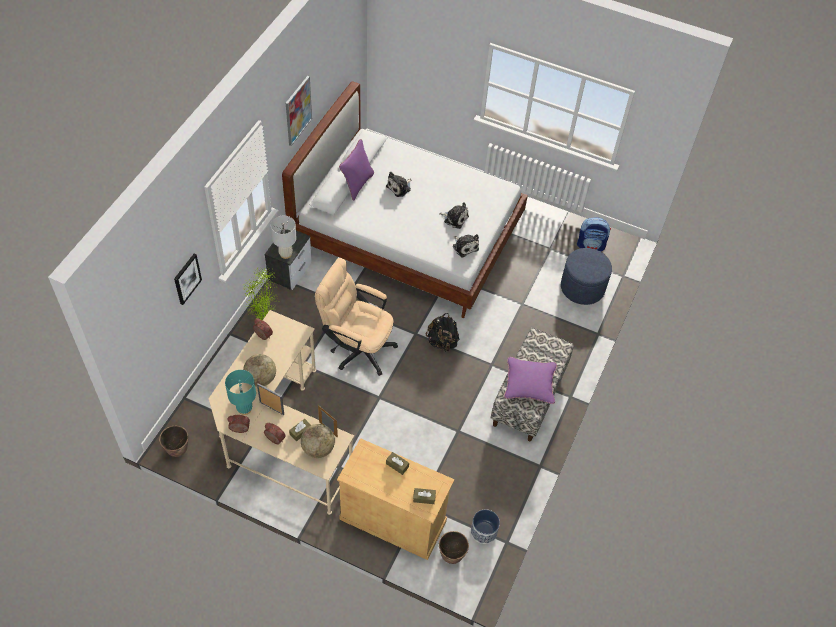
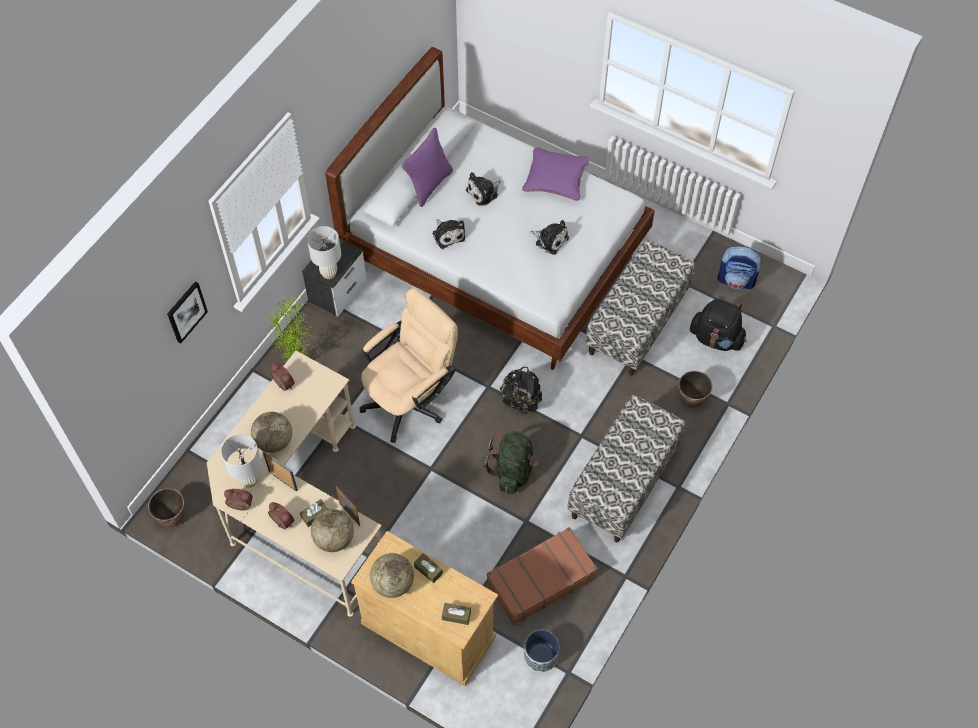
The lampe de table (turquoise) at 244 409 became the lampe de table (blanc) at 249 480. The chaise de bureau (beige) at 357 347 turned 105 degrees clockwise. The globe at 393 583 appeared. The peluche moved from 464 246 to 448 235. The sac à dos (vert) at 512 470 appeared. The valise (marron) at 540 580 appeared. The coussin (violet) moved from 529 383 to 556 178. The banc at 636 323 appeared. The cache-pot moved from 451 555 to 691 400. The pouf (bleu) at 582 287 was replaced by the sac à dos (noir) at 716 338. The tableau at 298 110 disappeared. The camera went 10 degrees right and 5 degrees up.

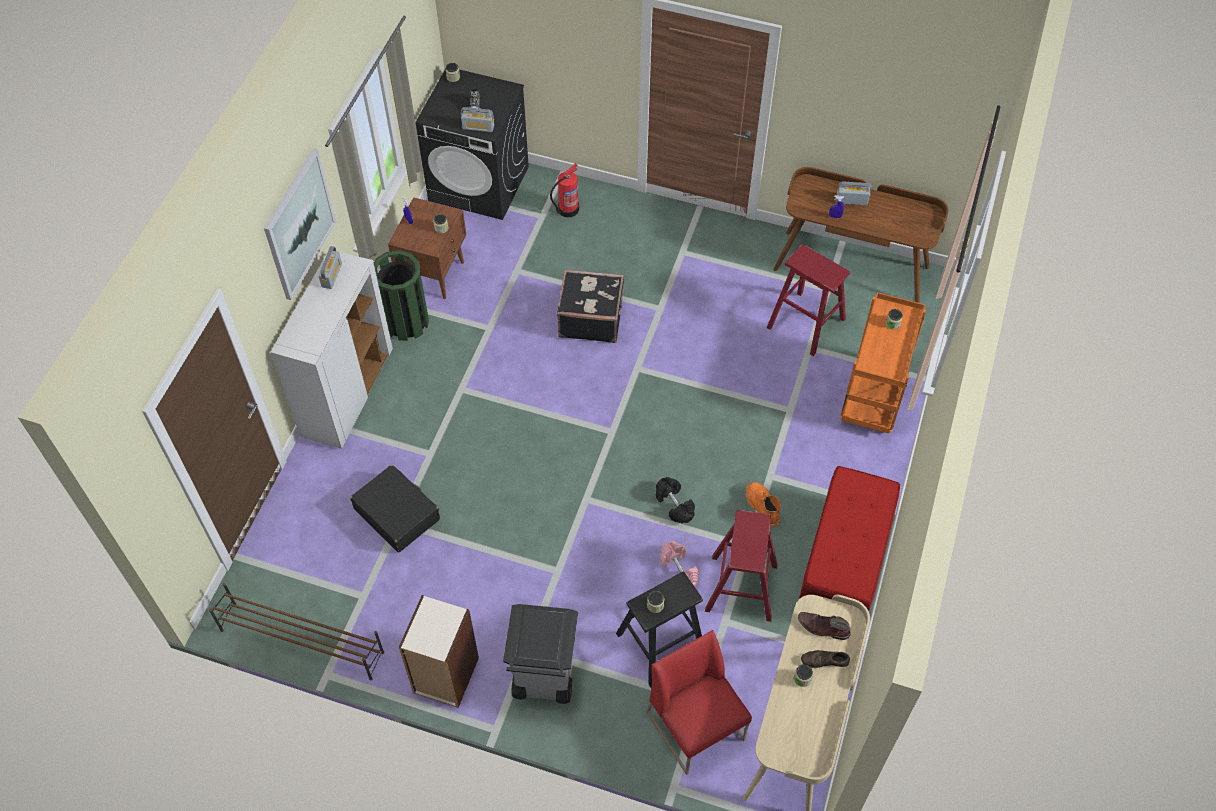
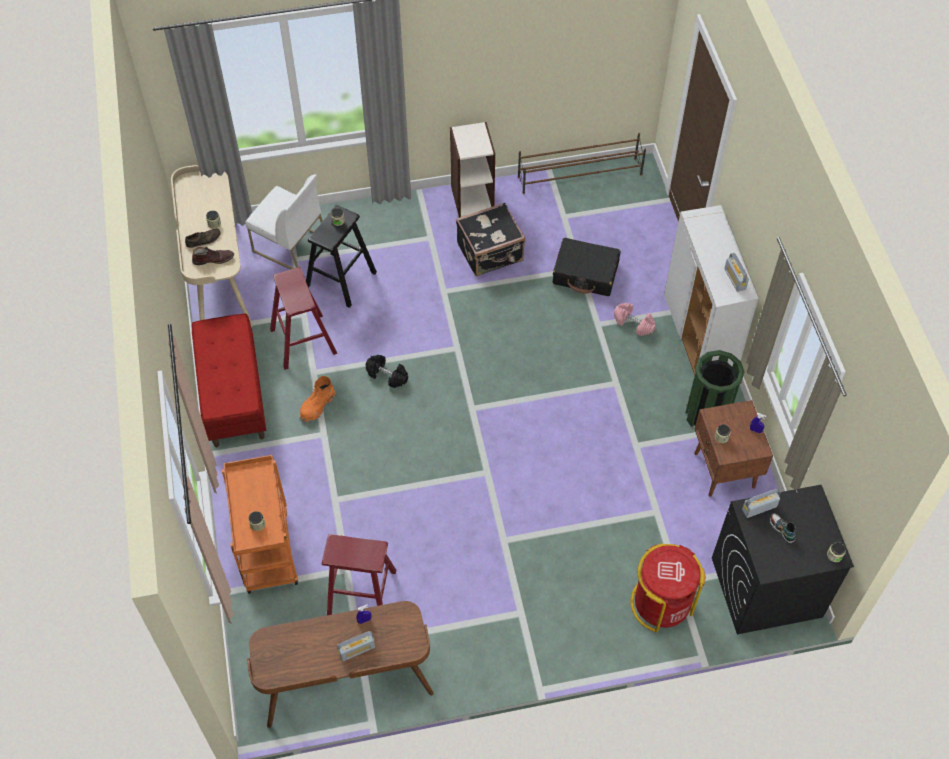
The chaise (rouge) at 696 726 became the chaise (blanc) at 289 245. The botte (orange) at 762 507 turned 90 degrees clockwise. The valise (noir) moved from 590 318 to 491 253. The haltère (rose) moved from 678 570 to 634 324. The extincteur at 567 209 was replaced by the poubelle (rouge) at 661 603. The tableau at 299 224 disappeared. The poubelle (gris) at 543 679 disappeared. The camera went 150 degrees right and 0 degrees up.

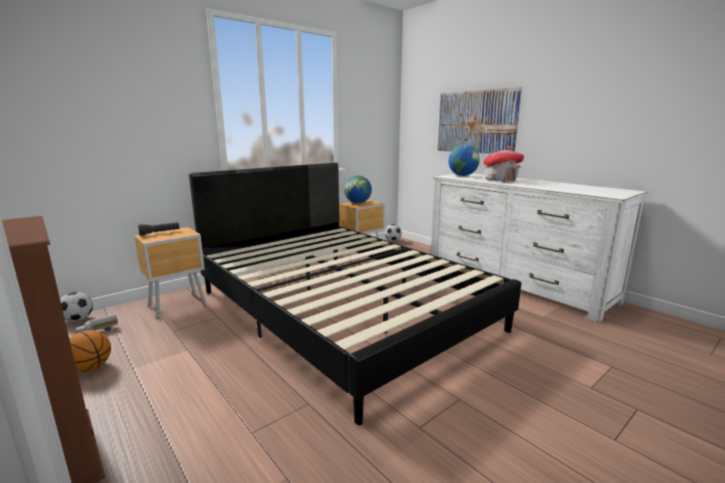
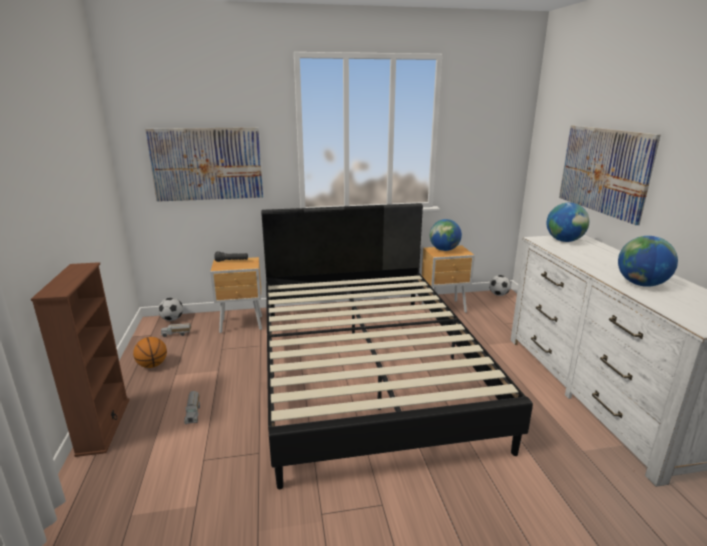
The tableau at 207 164 appeared. The camion jouet at 193 413 appeared. The globe at 641 284 appeared. The maison miniature at 500 180 disappeared. The camera went 30 degrees right and 5 degrees up.

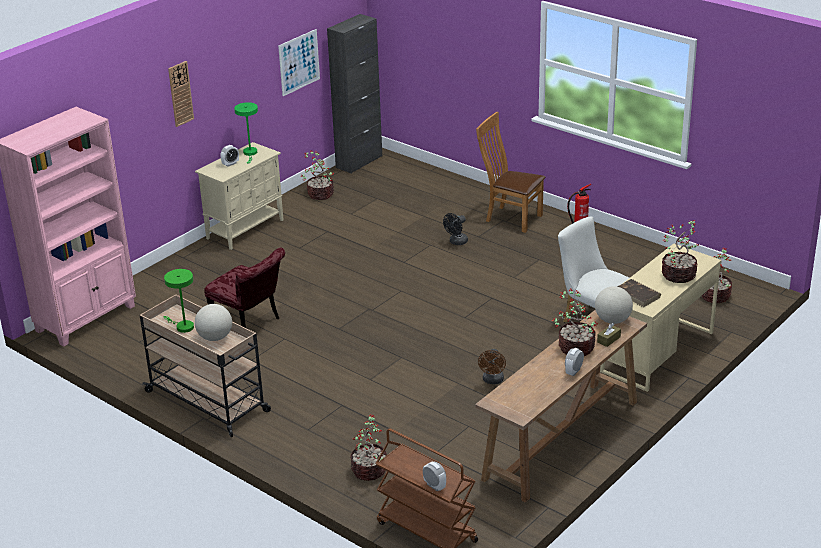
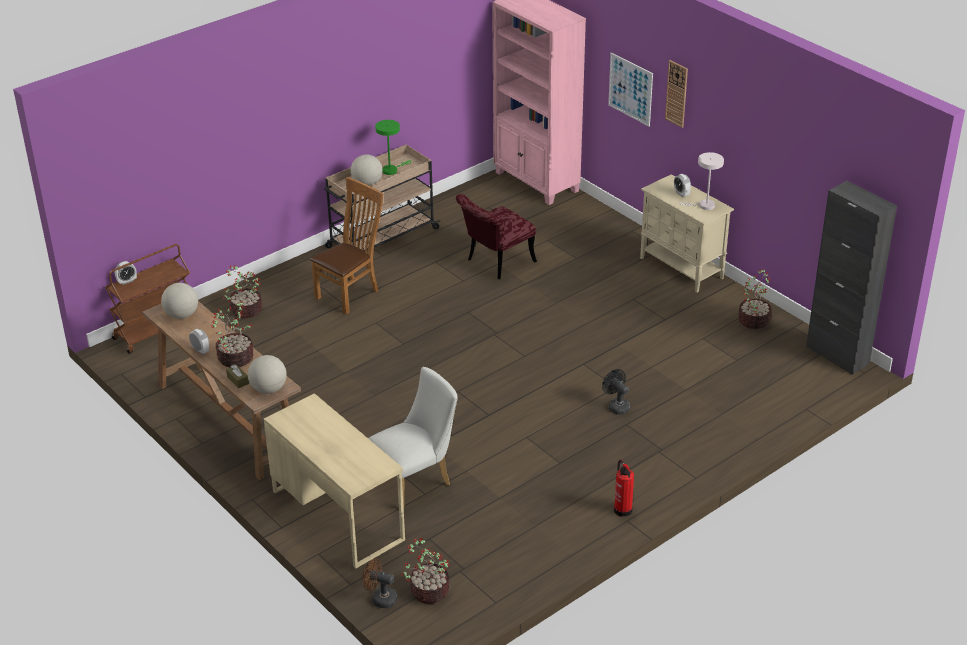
The globe at 181 315 appeared. The chaise (marron) moved from 510 218 to 350 293. The ventilateur (marron) moved from 492 381 to 380 598. The tableau moved from 299 62 to 630 89. The lampe de table (vert) at 250 153 became the lampe de table (blanc) at 703 206. The livre (marron) at 638 295 disappeared. The plante en pot at 679 275 disappeared. The camera went 100 degrees right and 5 degrees up.

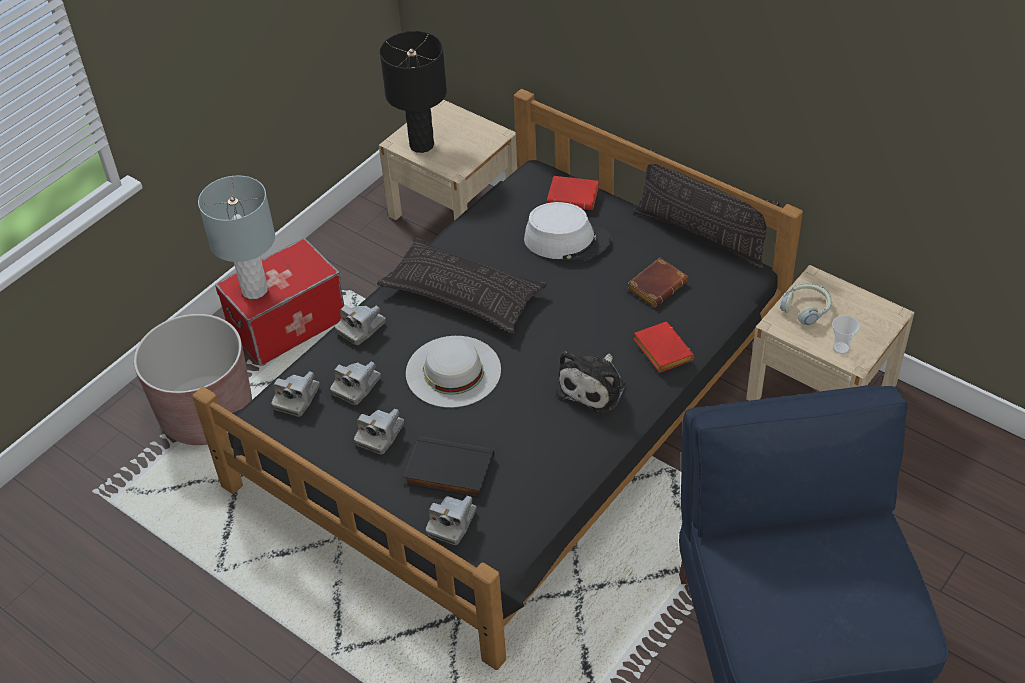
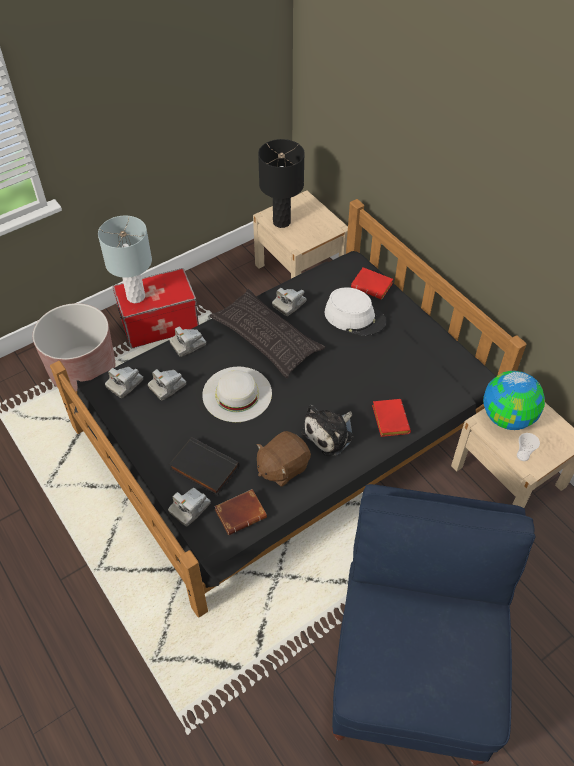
The livre (marron) moved from 657 285 to 241 512. The peluche (marron) at 282 467 appeared. The appareil photo moved from 380 435 to 289 304. The casque audio at 806 308 was replaced by the globe at 508 417. The coussin at 701 234 disappeared. The camera went 15 degrees right and 5 degrees up.

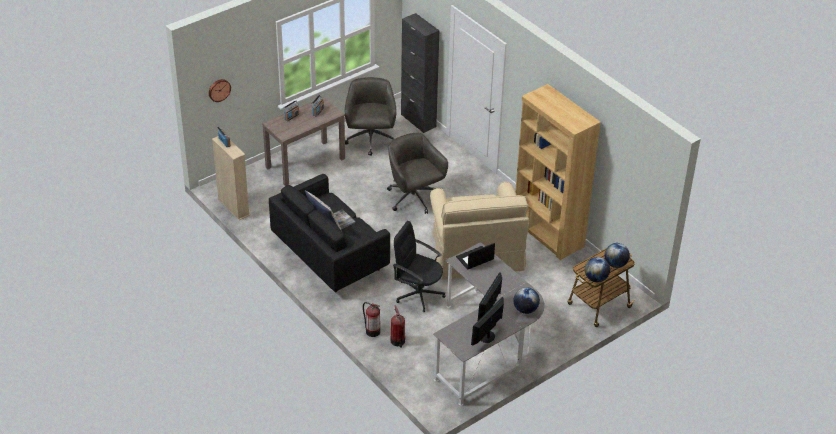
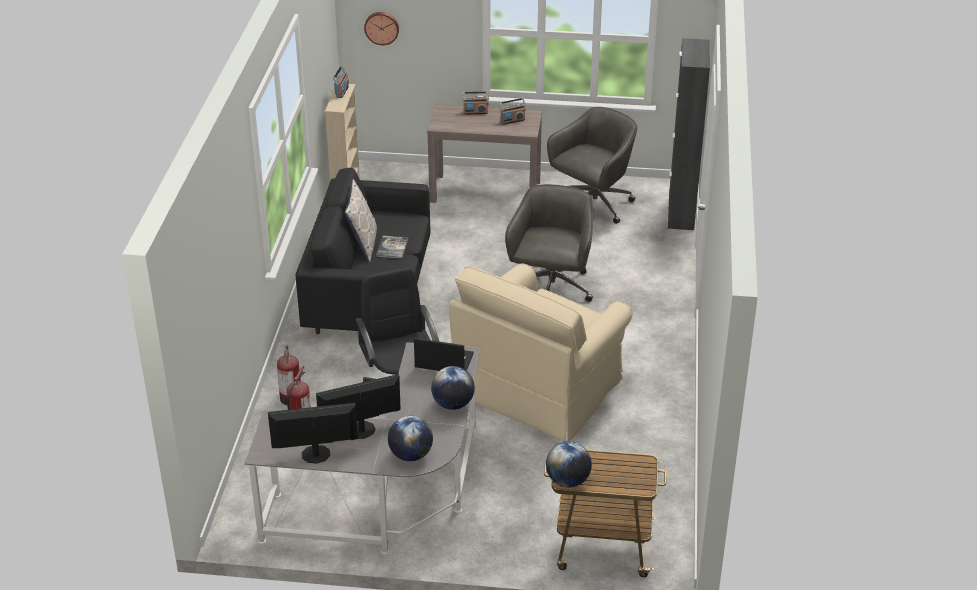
The globe moved from 615 264 to 453 404. The bibliothèque (marron) at 548 233 disappeared. The camera went 45 degrees right and 5 degrees down.

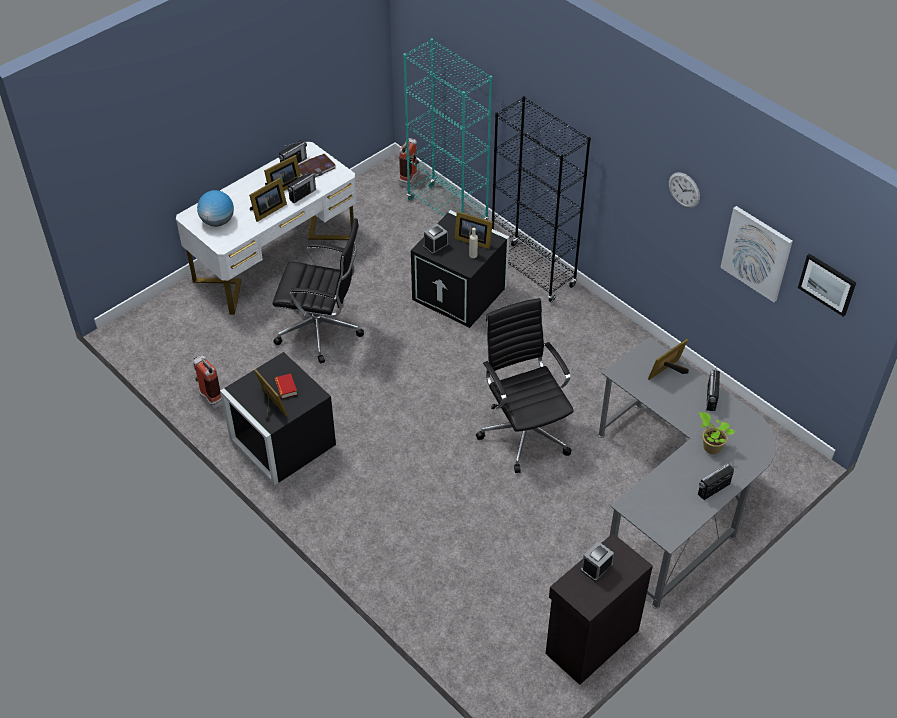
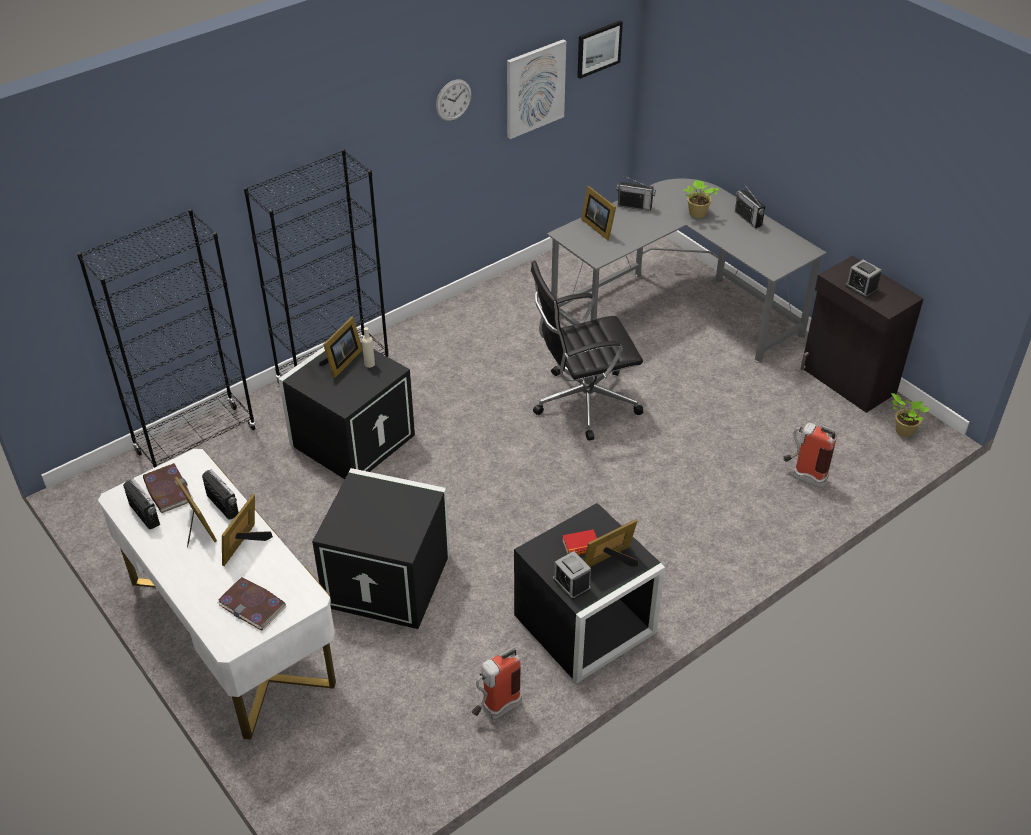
The bibliothèque (turquoise) at 447 212 became the bibliothèque (noir) at 196 441. The globe at 218 221 was replaced by the livre at 252 605. The cadre photo at 267 211 turned 120 degrees counterclockwise. The chaise de bureau (noir) at 322 330 was replaced by the boîte de rangement (noir) at 389 579. The réveil moved from 435 246 to 571 584. The extincteur moved from 410 178 to 803 476. The plante en pot at 902 430 appeared. The camera went 85 degrees left and 5 degrees down.

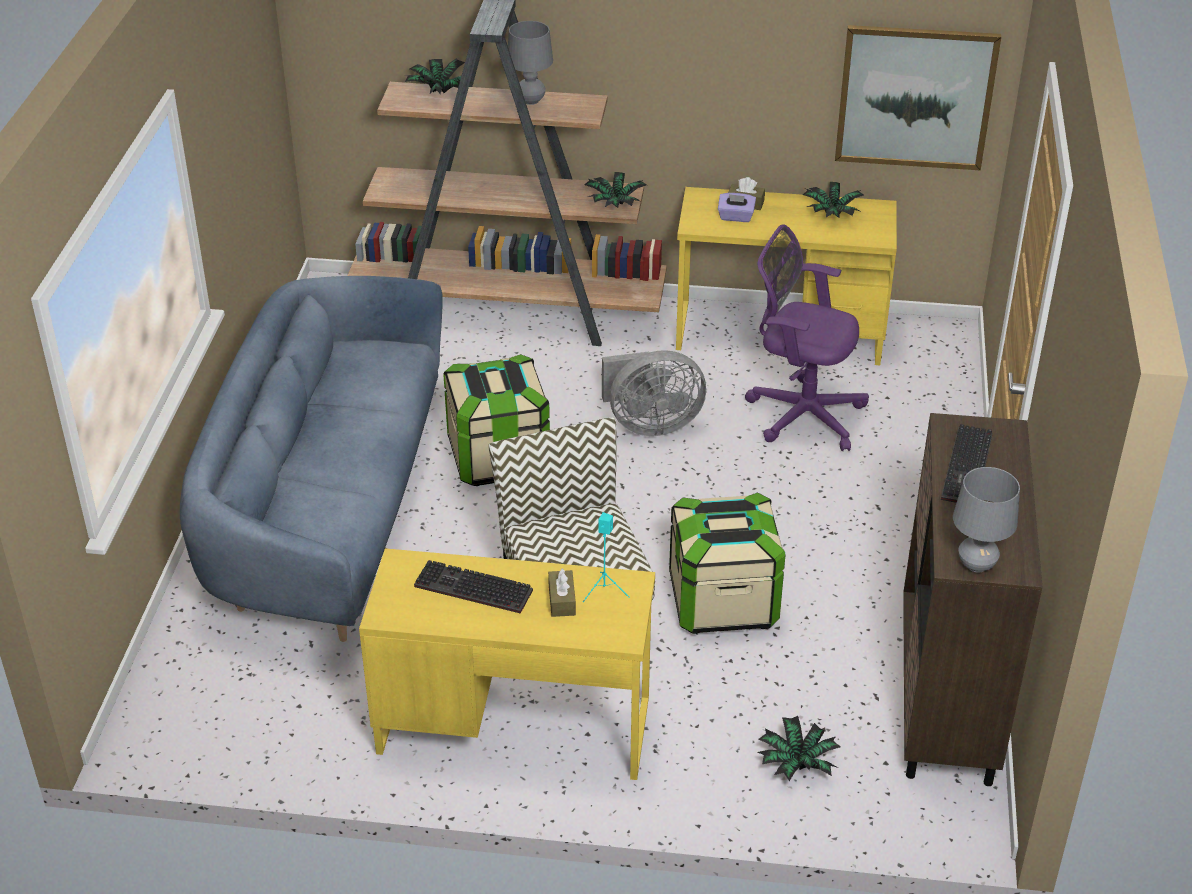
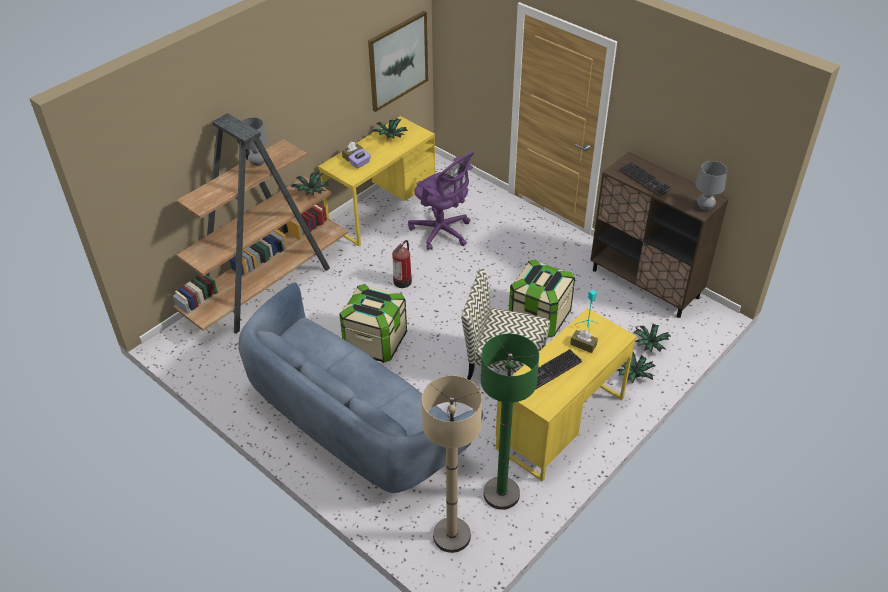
The ventilateur (gris) at 650 424 was replaced by the extincteur at 403 280. The chaise de bureau (violet) at 801 413 turned 105 degrees counterclockwise. The lampadaire (beige) at 451 535 appeared. The lampadaire (vert) at 501 494 appeared. The plante en pot moved from 439 91 to 634 375. The camera went 55 degrees left and 5 degrees up.

